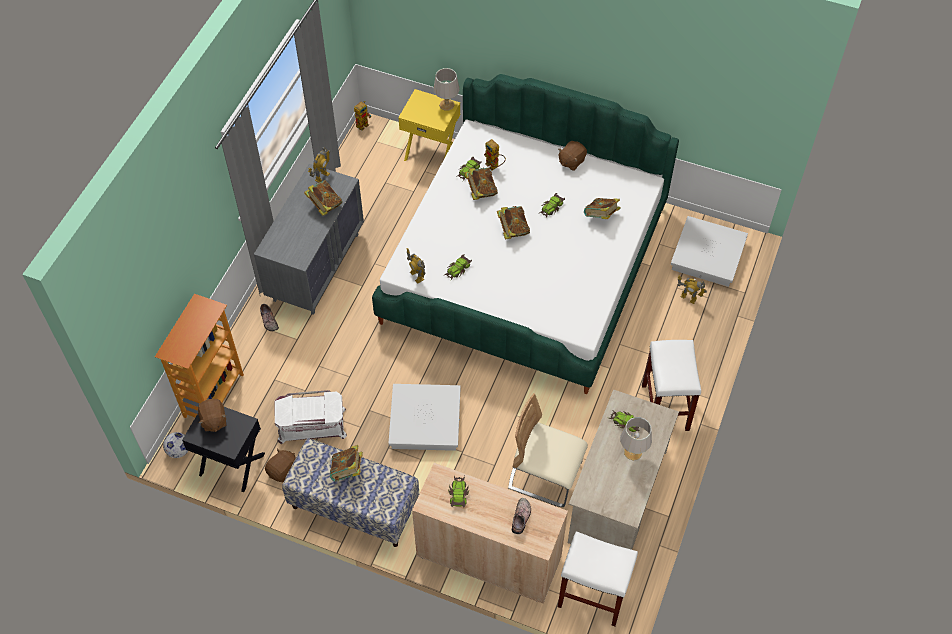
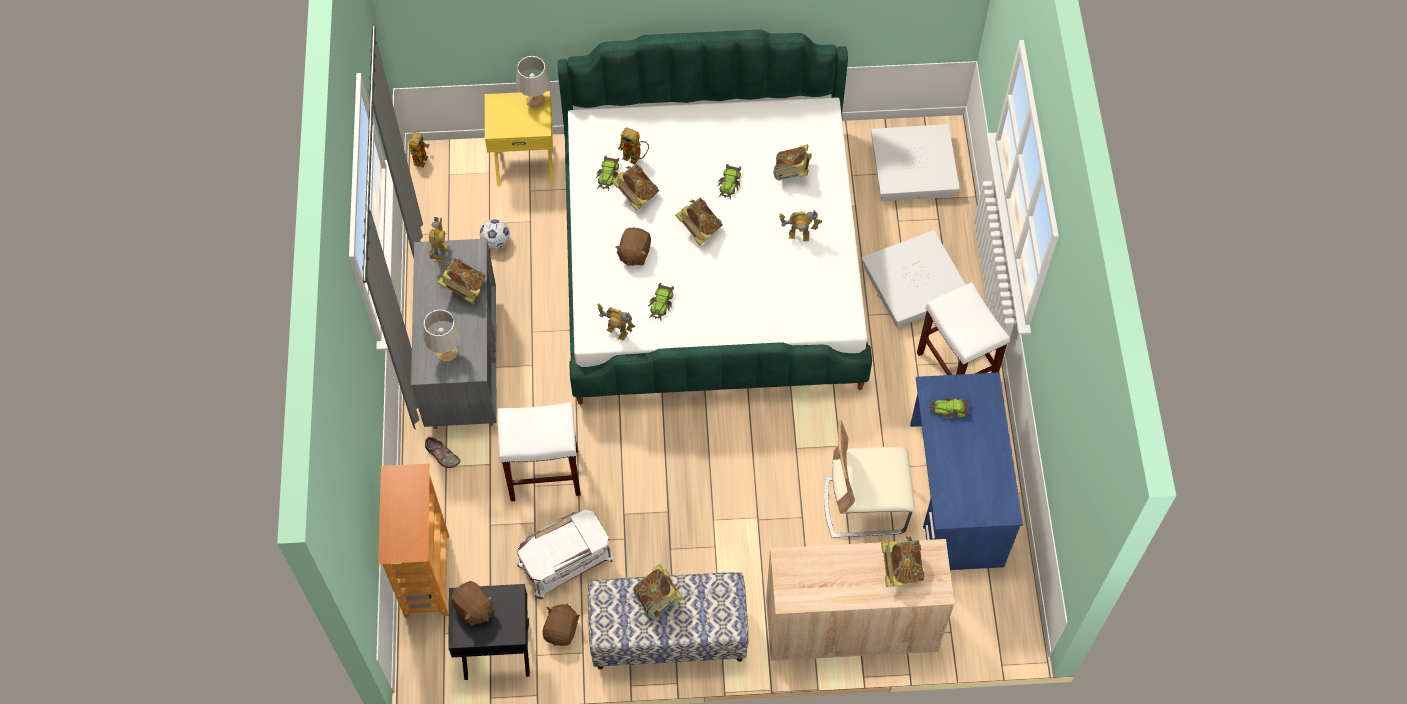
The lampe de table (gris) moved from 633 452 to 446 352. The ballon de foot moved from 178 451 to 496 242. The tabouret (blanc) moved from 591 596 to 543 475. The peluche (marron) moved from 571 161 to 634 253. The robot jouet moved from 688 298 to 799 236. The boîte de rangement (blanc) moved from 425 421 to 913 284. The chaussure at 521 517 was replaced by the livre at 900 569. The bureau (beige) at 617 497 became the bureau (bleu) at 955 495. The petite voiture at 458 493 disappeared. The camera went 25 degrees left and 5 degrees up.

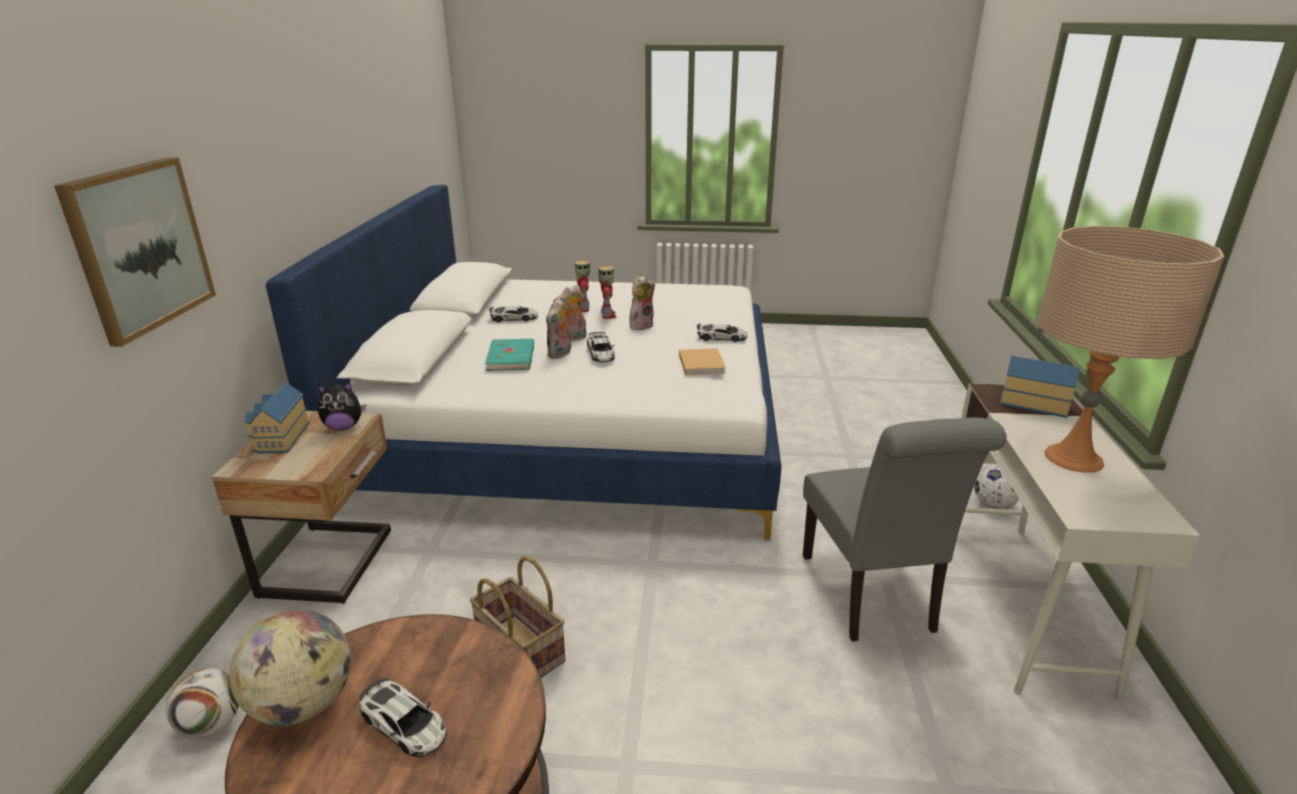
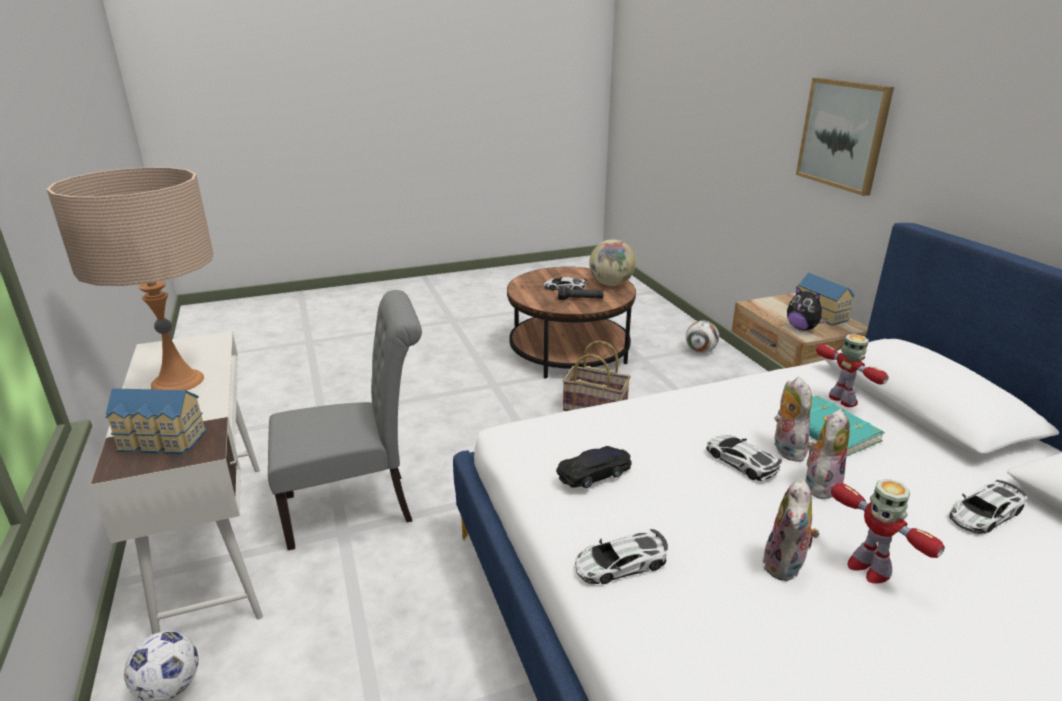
The chaise (gris) at 871 598 turned 105 degrees clockwise. The livre (beige) at 701 363 was replaced by the petite voiture (noir) at 595 472. The lampe de poche (noir) at 580 299 appeared. The peluche at 344 427 turned 90 degrees counterclockwise. The robot jouet moved from 583 308 to 843 400. The camera went 155 degrees right and 0 degrees up.

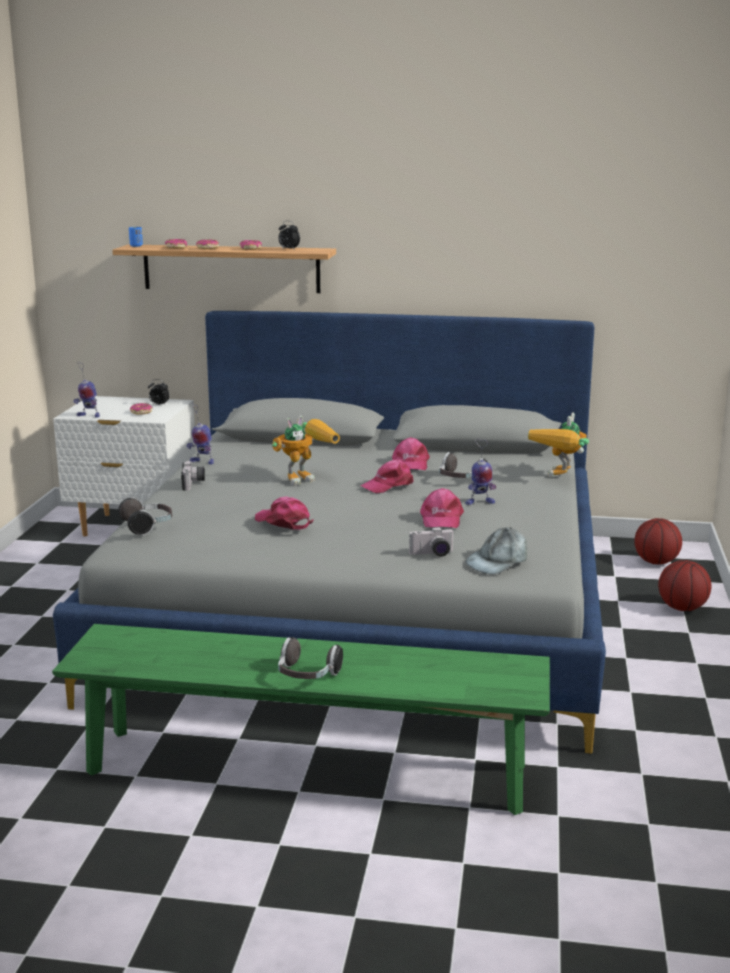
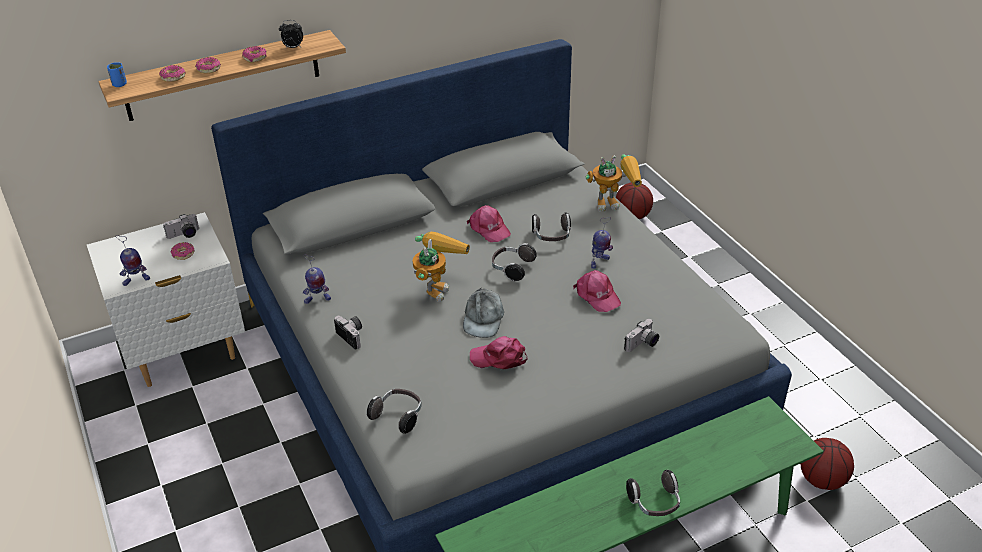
The réveil at 159 405 was replaced by the appareil photo at 184 235. The casquette (gris) moved from 498 561 to 483 318. The casquette (rose) at 388 485 was replaced by the casque audio at 512 268. The robot jouet at 561 478 turned 90 degrees counterclockwise. The ballon de basket moved from 682 608 to 822 480. The camera went 35 degrees left and 20 degrees up.

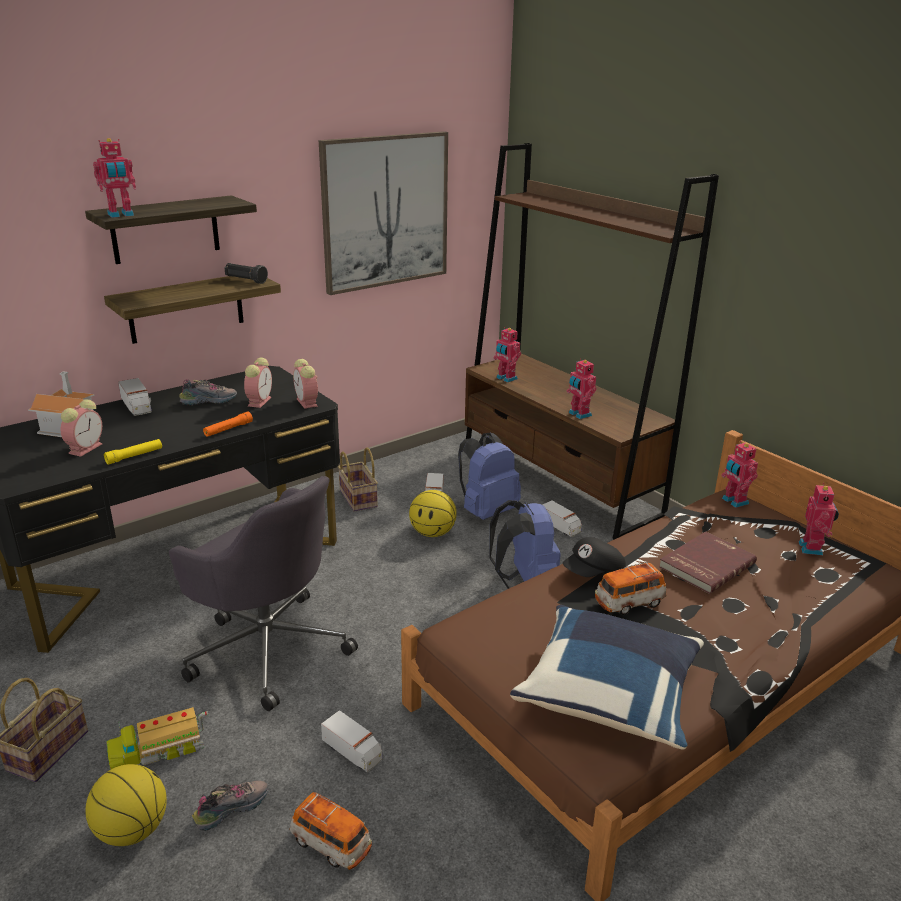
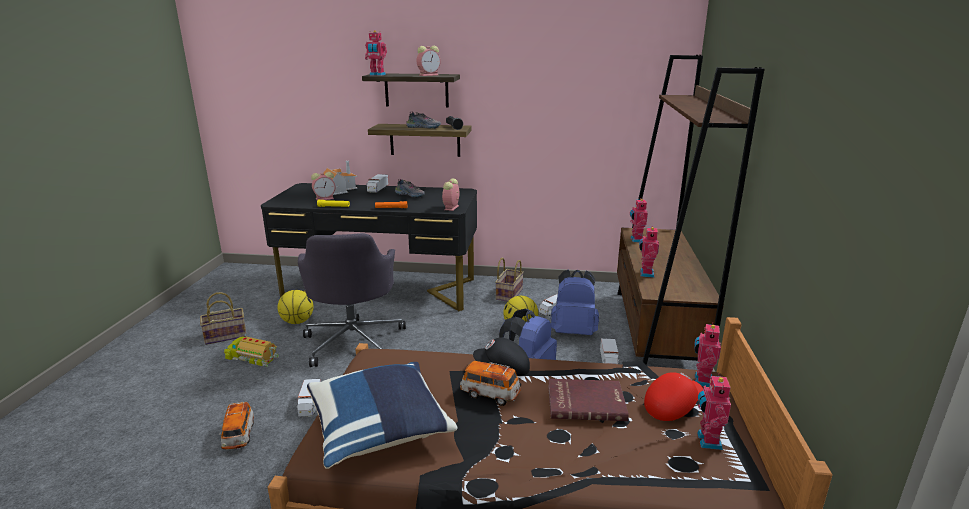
The ballon de basket moved from 132 830 to 297 321. The chaussure moved from 232 808 to 424 127. The réveil moved from 259 401 to 429 75. The casquette (rouge) at 672 406 appeared. The robot jouet at 812 548 turned 135 degrees clockwise. The tableau at 385 211 disappeared. The camera went 45 degrees right and 5 degrees down.

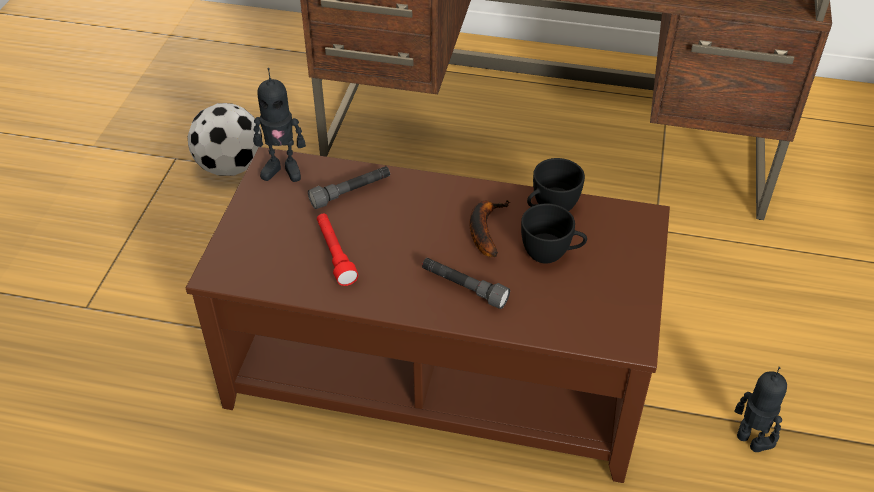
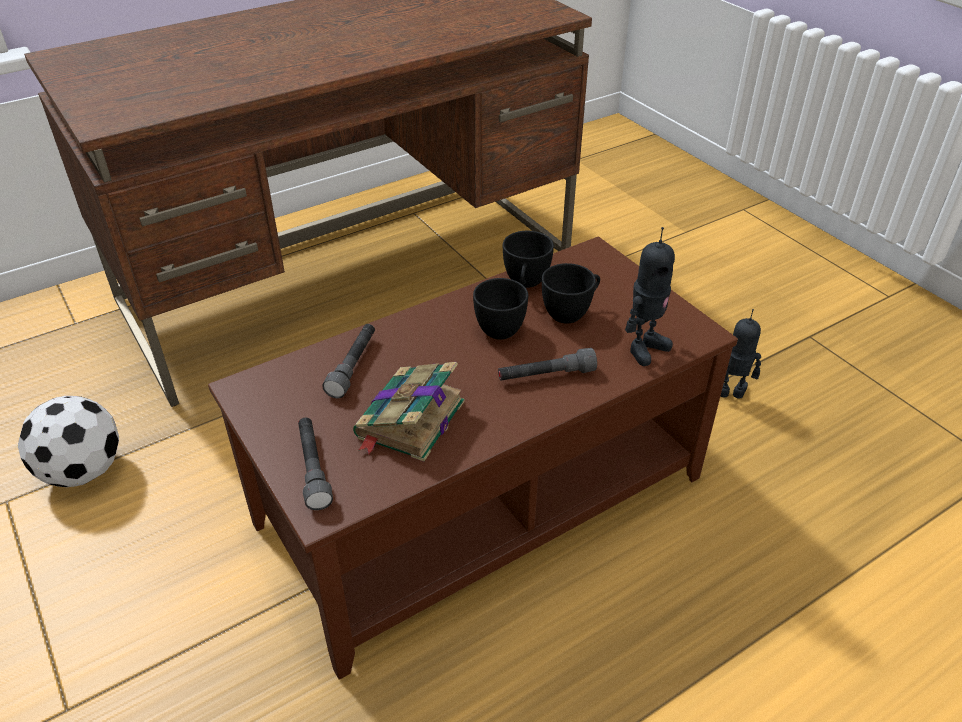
The lampe de poche (gris) at 313 469 appeared. The lampe de poche (rouge) at 335 254 was replaced by the livre at 409 421. The banane at 484 229 was replaced by the tasse (noir) at 500 326. The robot jouet moved from 282 170 to 644 348. The camera went 45 degrees left and 5 degrees down.

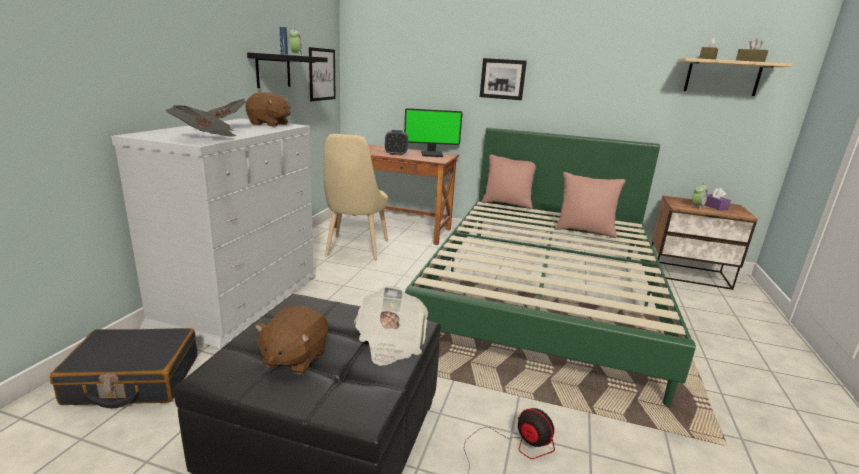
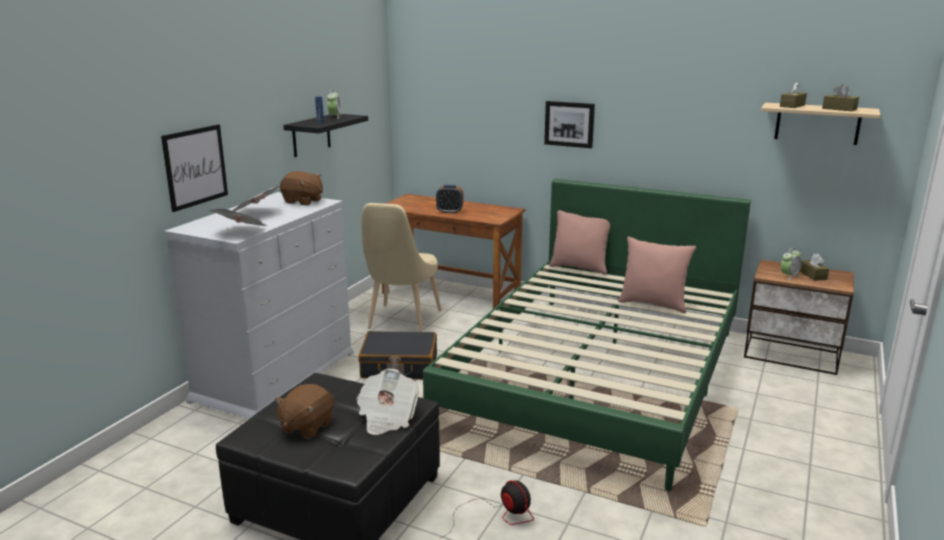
The tableau moved from 322 74 to 195 167. The valise (noir) moved from 133 380 to 399 367. The boîte à mouchoirs (violet) at 714 206 became the boîte à mouchoirs (marron) at 813 275. The écran d'ordinateur at 432 154 disappeared. The camera went 10 degrees right and 0 degrees up.

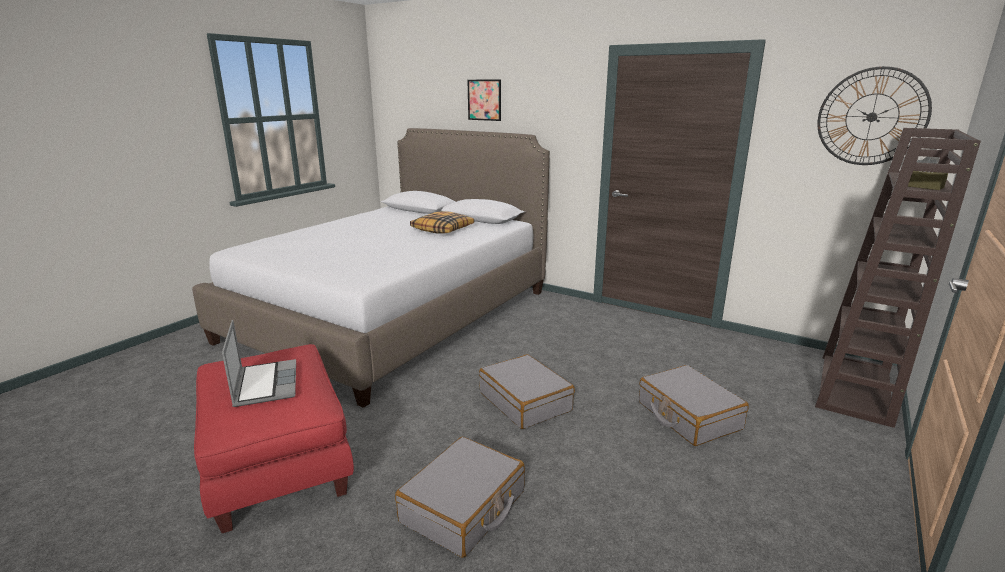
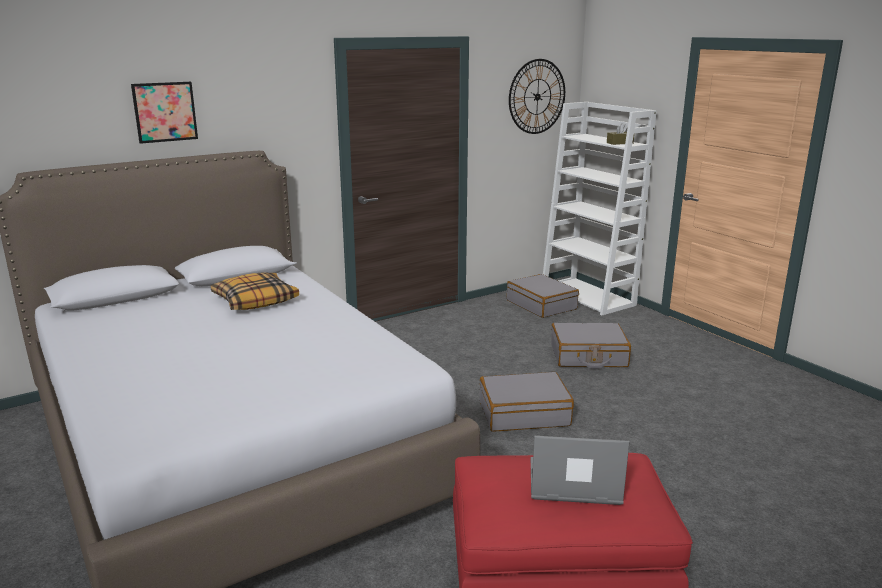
The valise (gris) moved from 464 507 to 541 305. The bibliothèque (marron) at 856 389 became the bibliothèque (blanc) at 588 297. The camera went 65 degrees left and 0 degrees up.

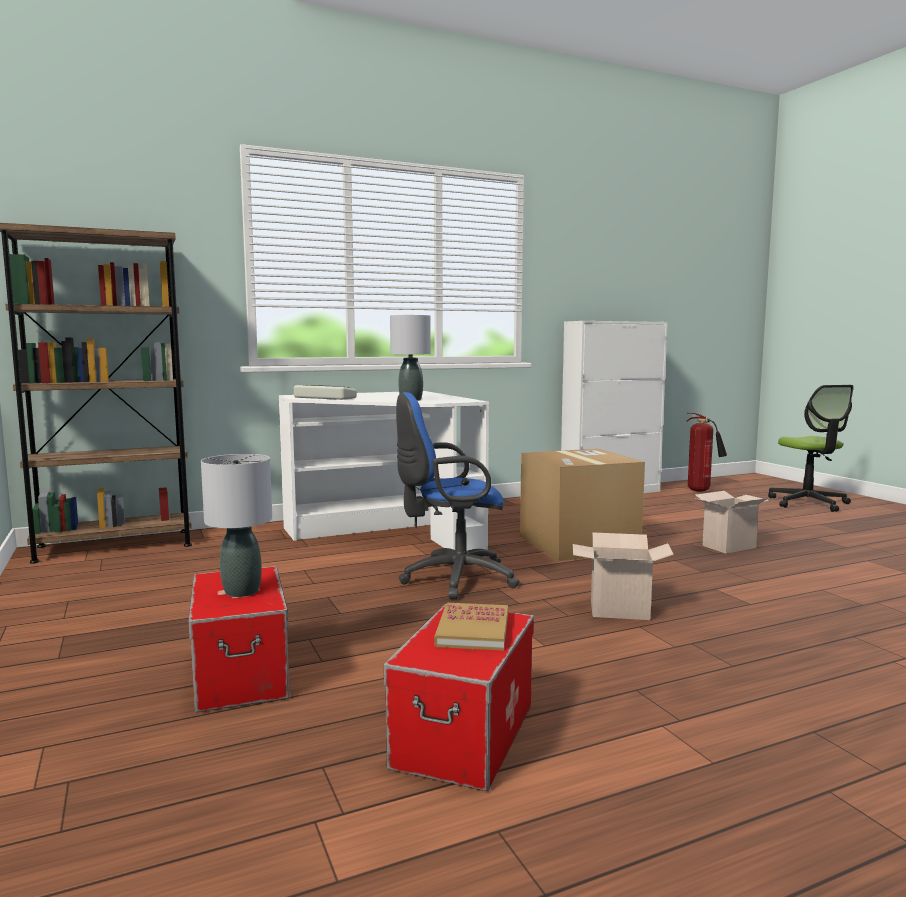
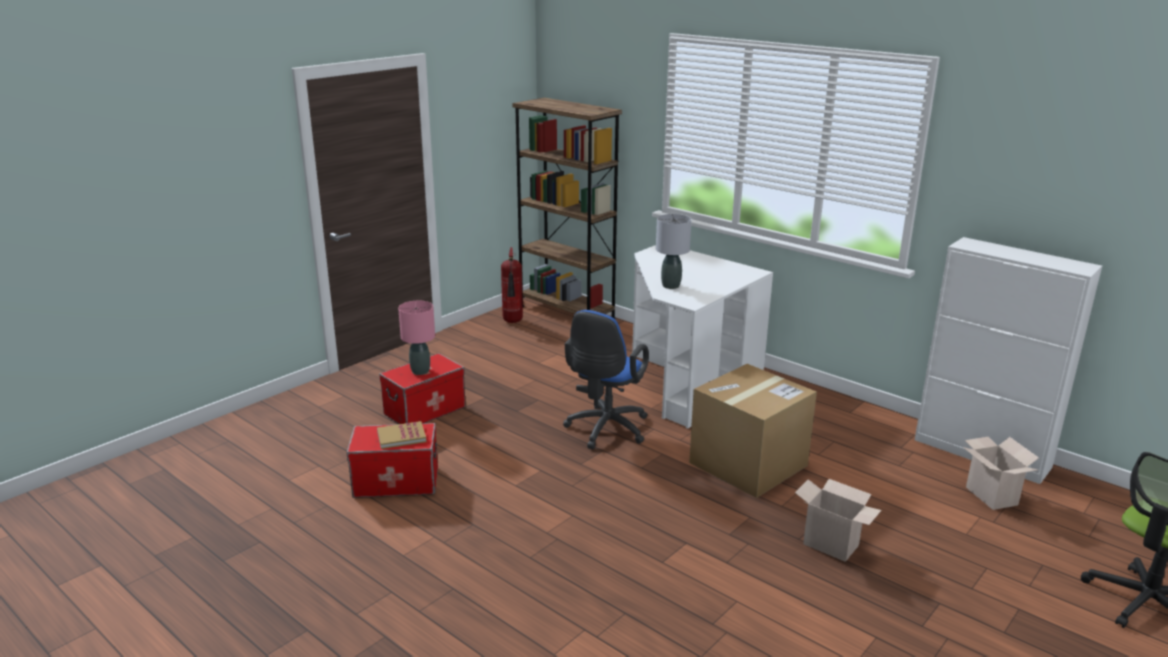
The lampe de table (gris) at 242 591 became the lampe de table (rose) at 420 371. The extincteur moved from 701 491 to 513 322. The chaise de bureau (bleu) at 452 579 turned 120 degrees counterclockwise. The carton moved from 617 611 to 989 495. The clavier at 323 398 disappeared. The camera went 65 degrees right and 15 degrees up.

